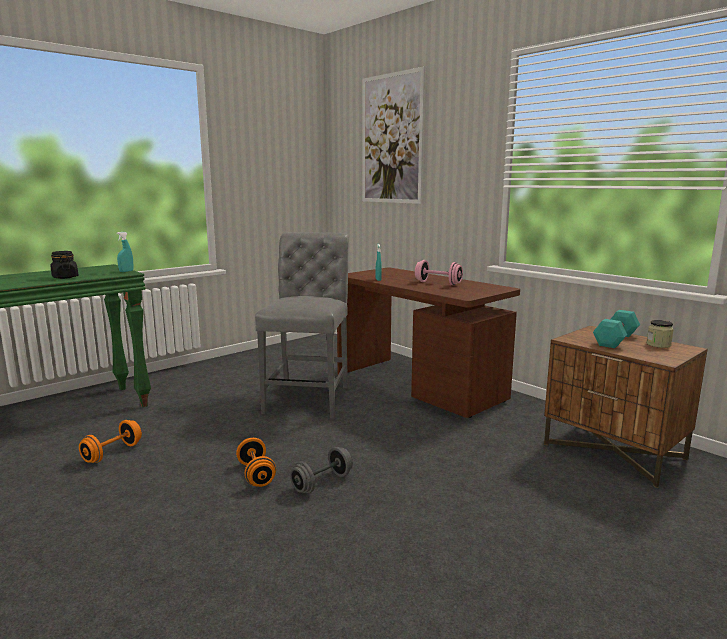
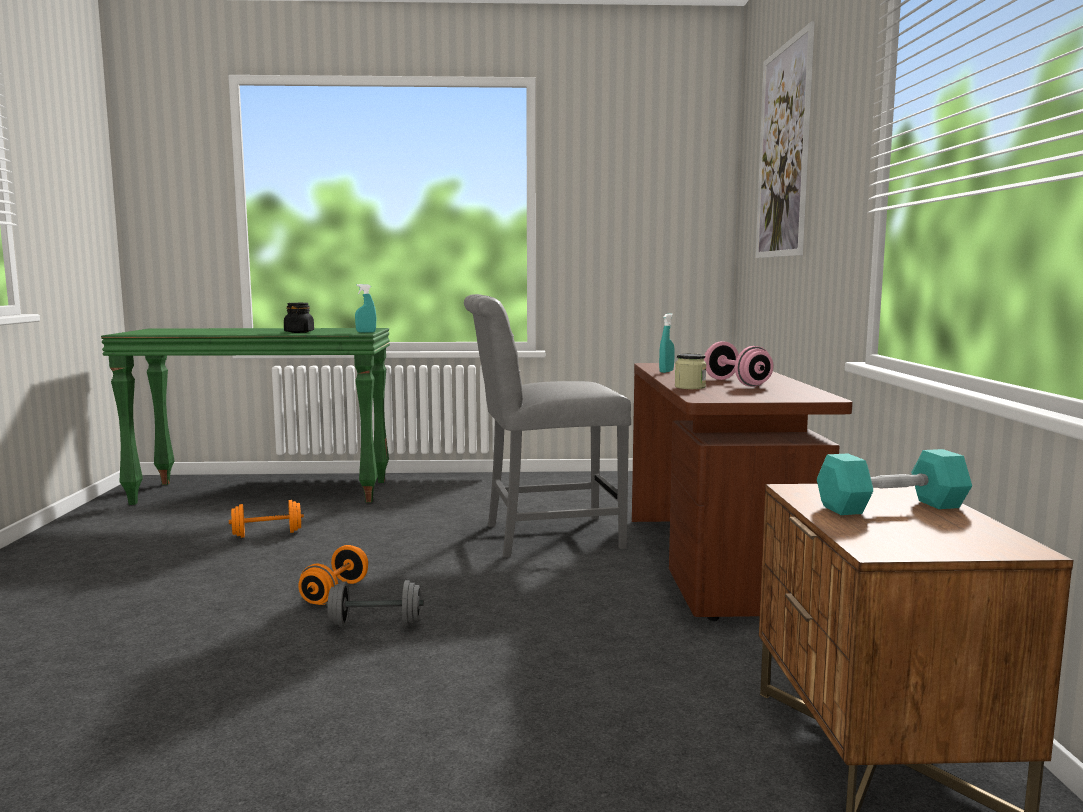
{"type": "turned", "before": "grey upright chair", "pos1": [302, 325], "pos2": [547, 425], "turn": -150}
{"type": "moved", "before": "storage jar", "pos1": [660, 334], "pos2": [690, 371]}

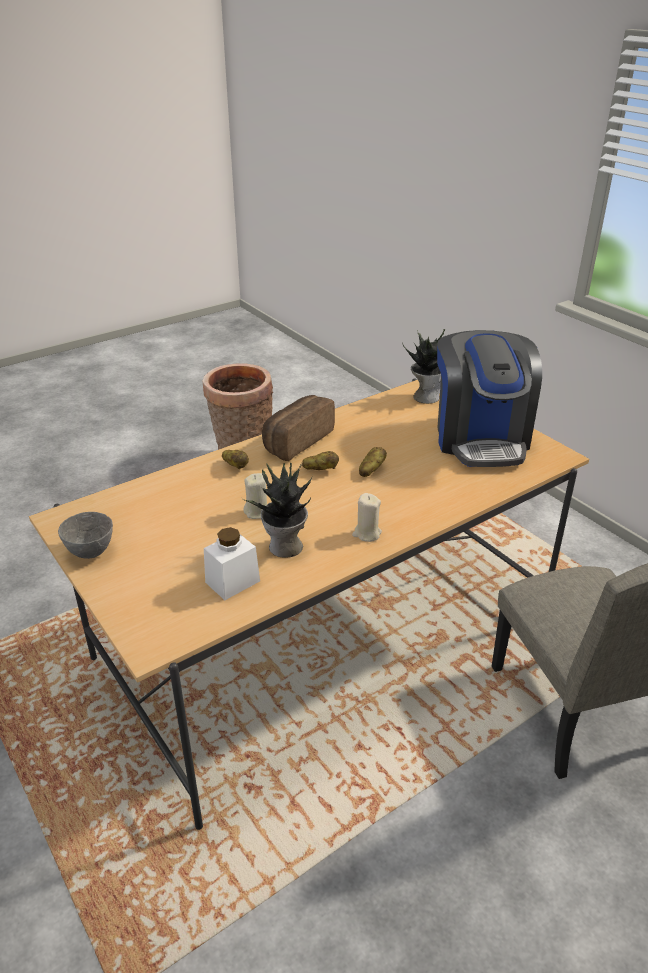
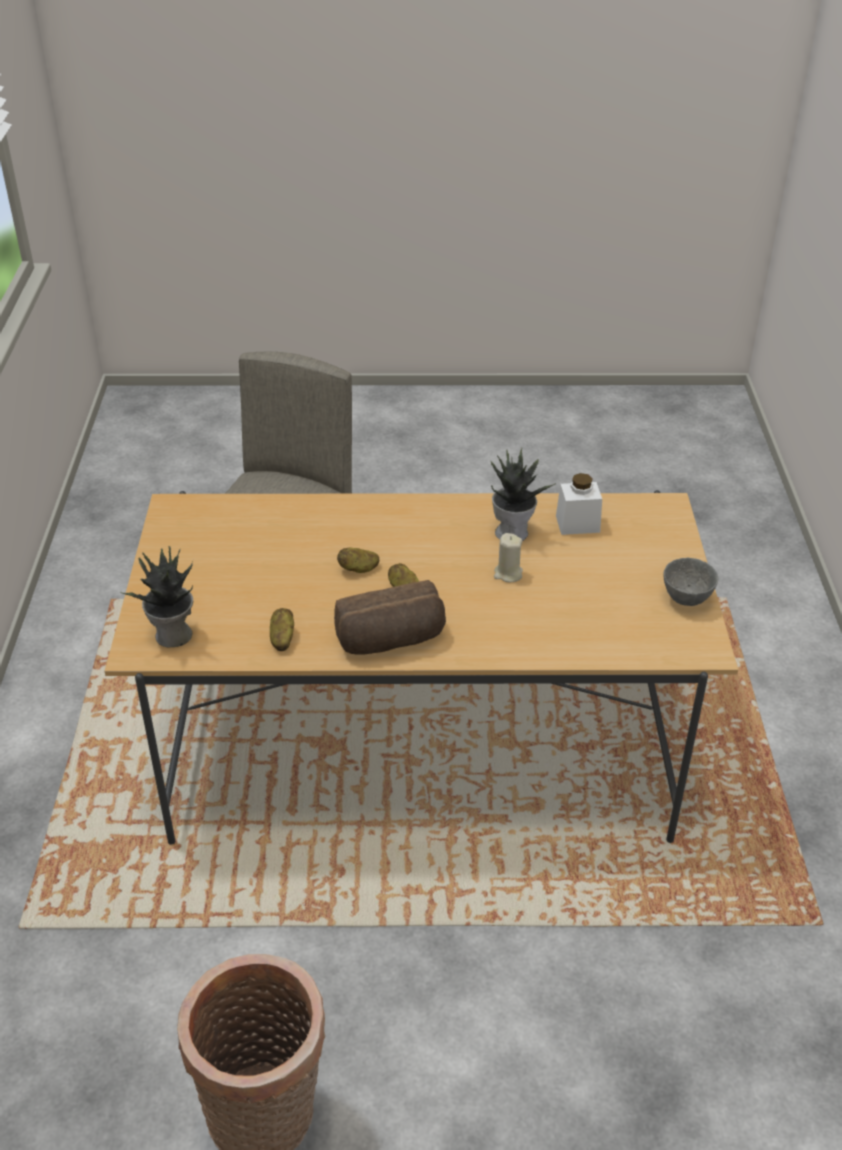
{"type": "removed", "before": "coffee maker", "pos1": [489, 398]}
{"type": "moved", "before": "spud", "pos1": [235, 459], "pos2": [282, 629]}
{"type": "removed", "before": "beige candle", "pos1": [367, 517]}

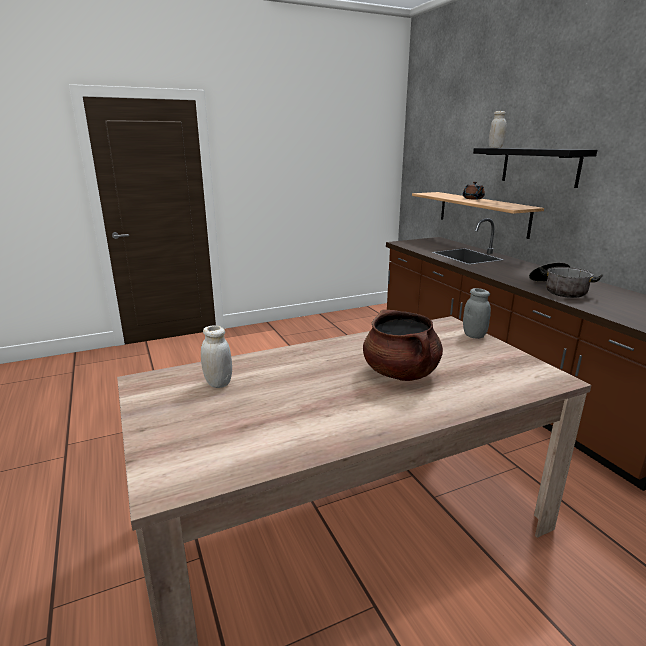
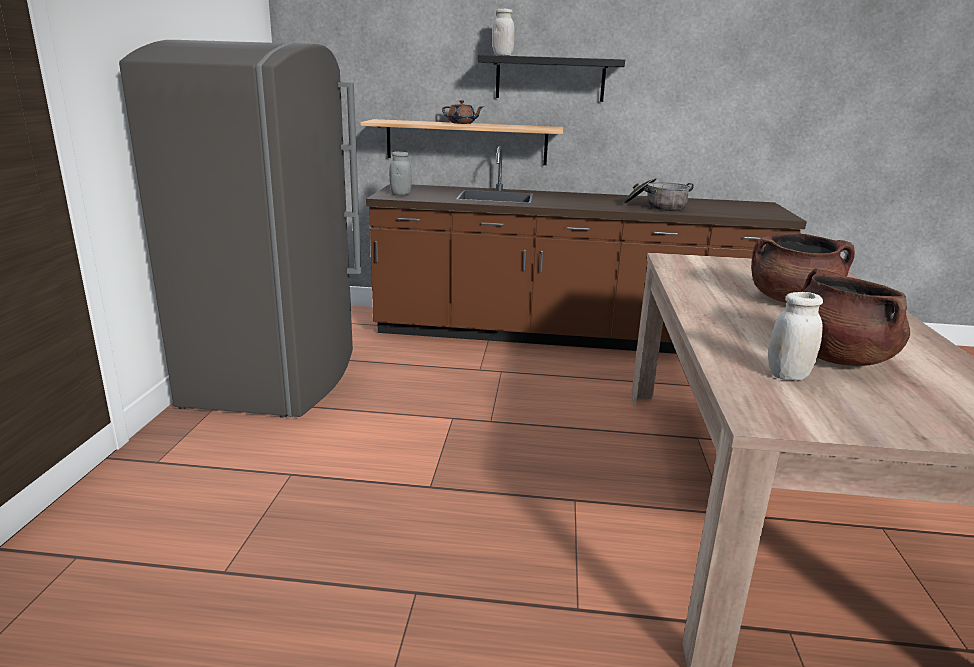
{"type": "moved", "before": "grey storage jar", "pos1": [477, 313], "pos2": [400, 173]}
{"type": "added", "after": "grey refrigerator", "pos2": [240, 229]}
{"type": "added", "after": "brown-coloured stockpot", "pos2": [856, 317]}

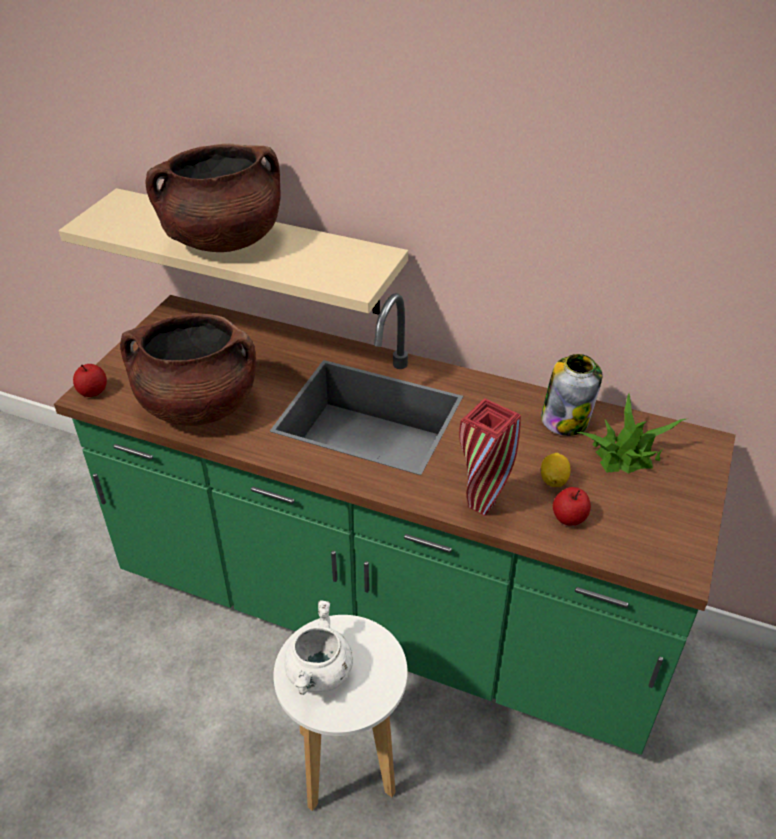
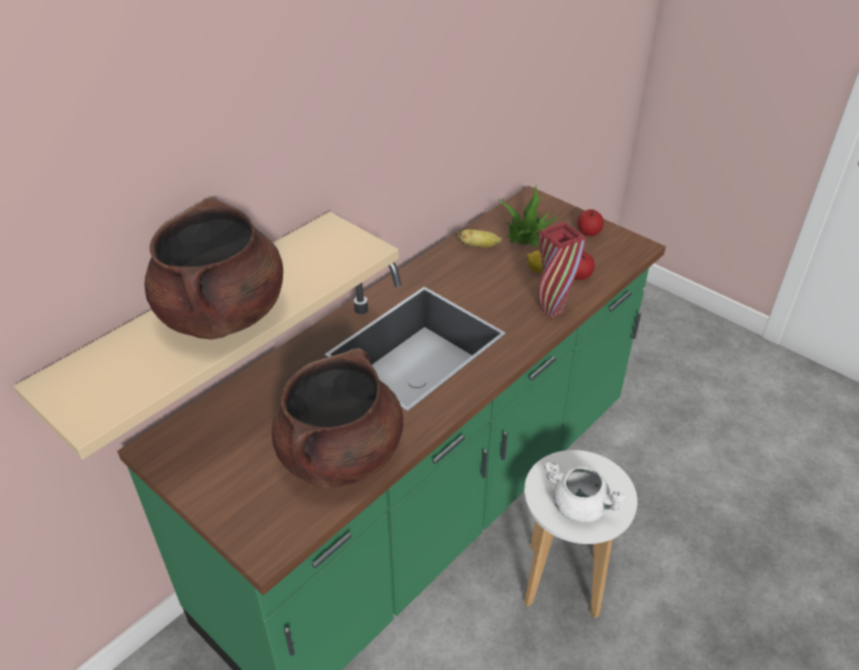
{"type": "replaced", "before": "storage jar", "after": "banana fruit", "pos1": [571, 395], "pos2": [479, 238]}
{"type": "moved", "before": "apple", "pos1": [90, 380], "pos2": [591, 222]}

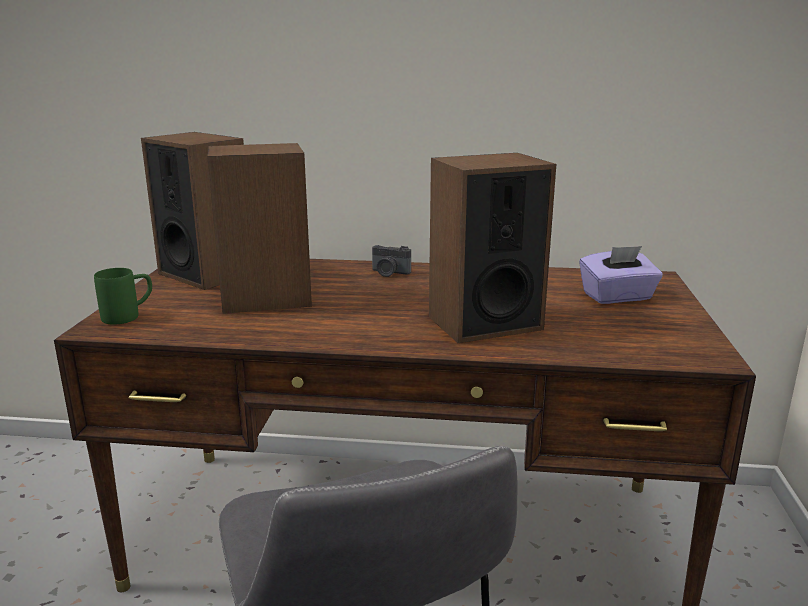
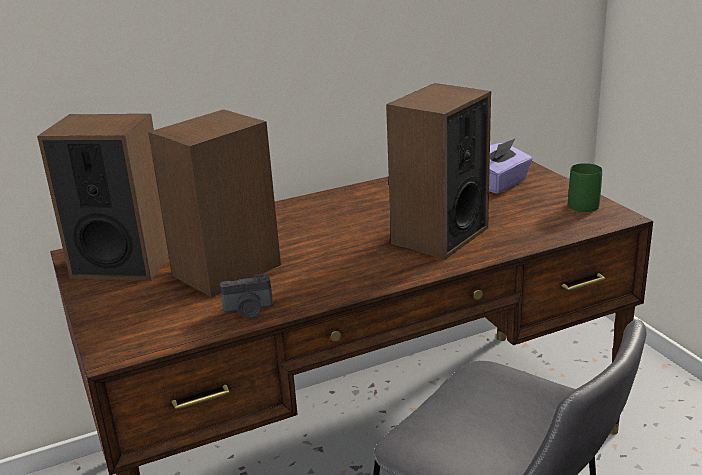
{"type": "moved", "before": "photo camera", "pos1": [391, 261], "pos2": [246, 296]}
{"type": "moved", "before": "greenish tea mug", "pos1": [123, 296], "pos2": [585, 187]}

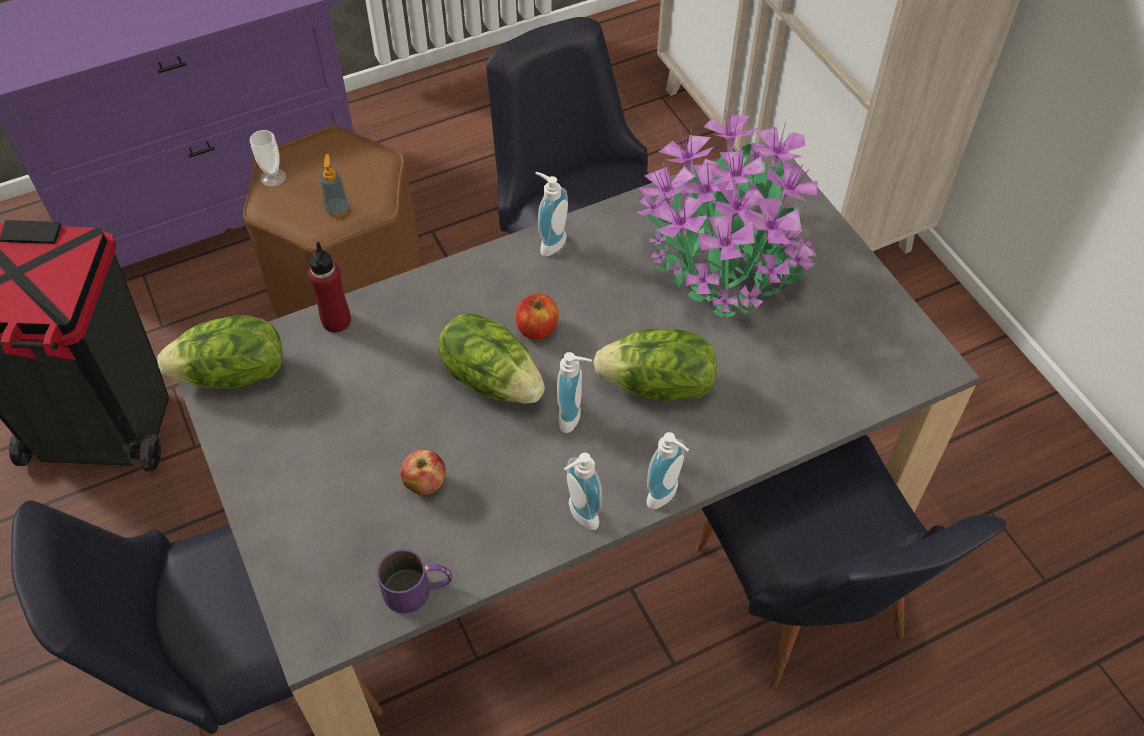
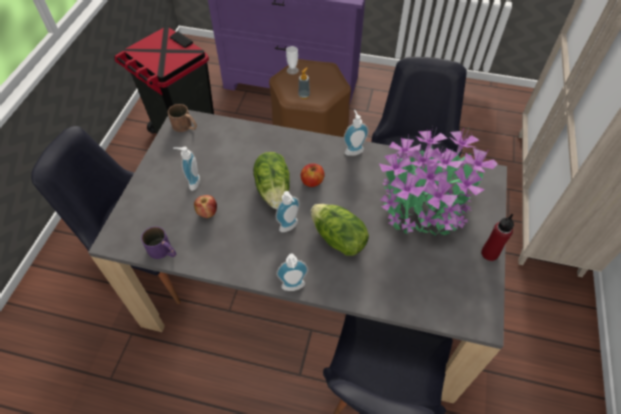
{"type": "moved", "before": "reddish bottle", "pos1": [329, 287], "pos2": [497, 237]}
{"type": "replaced", "before": "lettuce", "after": "brown-coloured tea mug", "pos1": [220, 352], "pos2": [182, 118]}
{"type": "moved", "before": "soap dispenser", "pos1": [583, 491], "pos2": [186, 169]}

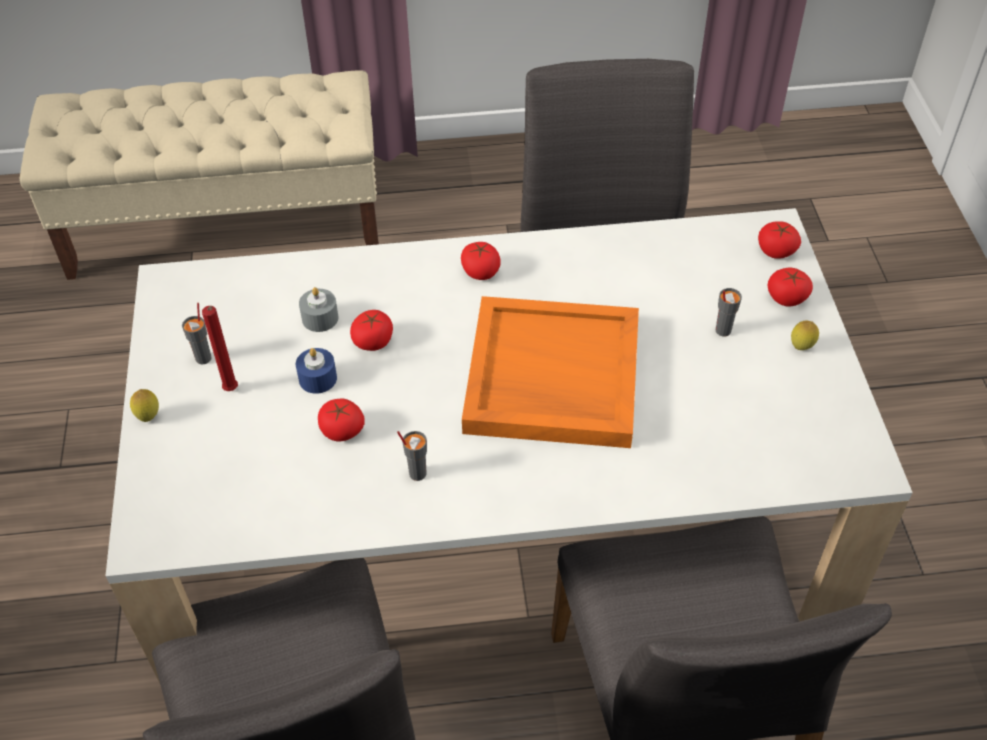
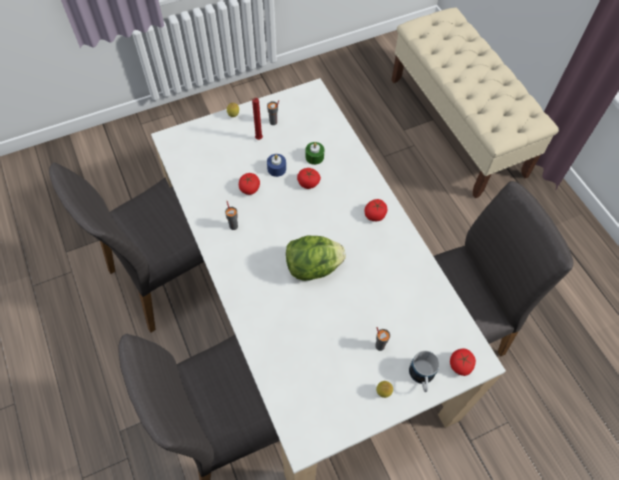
{"type": "replaced", "before": "fresh tomato", "after": "tea mug", "pos1": [790, 287], "pos2": [424, 371]}
{"type": "recoloured", "before": "grey candle", "after": "greenish candle", "pos1": [318, 309], "pos2": [314, 153]}
{"type": "replaced", "before": "orange serving tray", "after": "lettuce", "pos1": [550, 372], "pos2": [316, 258]}

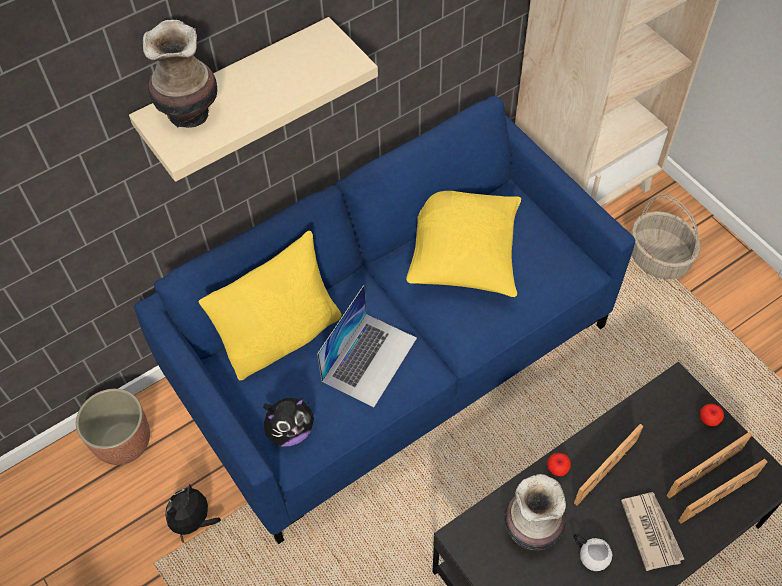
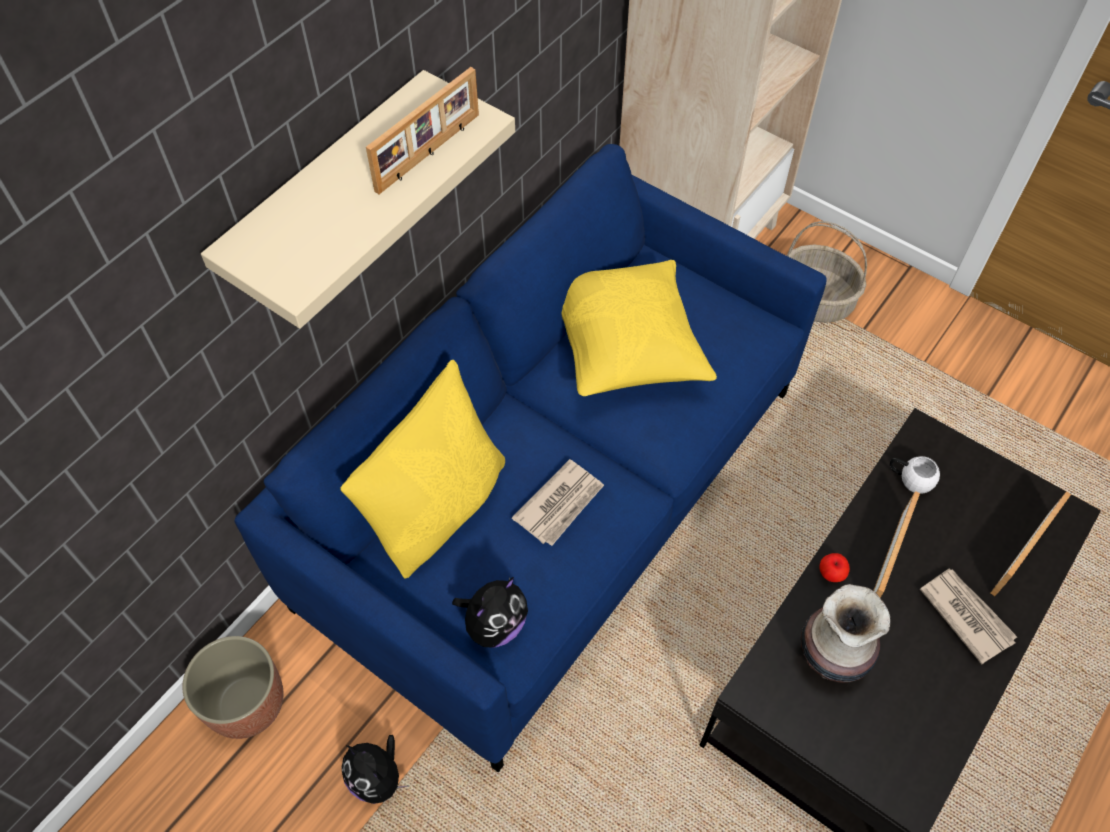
{"type": "removed", "before": "decorative vase", "pos1": [180, 74]}
{"type": "replaced", "before": "laptop", "after": "daily paper", "pos1": [367, 346], "pos2": [558, 502]}
{"type": "removed", "before": "apple", "pos1": [712, 415]}
{"type": "moved", "before": "photo frame", "pos1": [709, 465], "pos2": [422, 130]}
{"type": "turned", "before": "soft toy", "pos1": [193, 513], "pos2": [375, 769], "turn": -60}
{"type": "moved", "before": "white-coloured tea mug", "pos1": [593, 552], "pos2": [915, 474]}

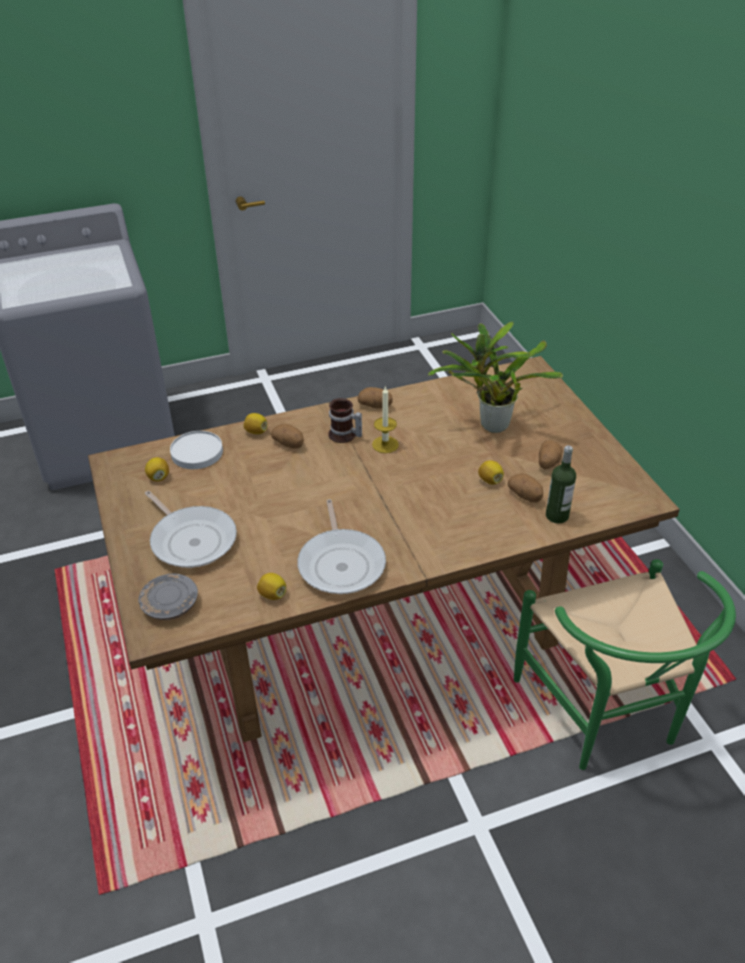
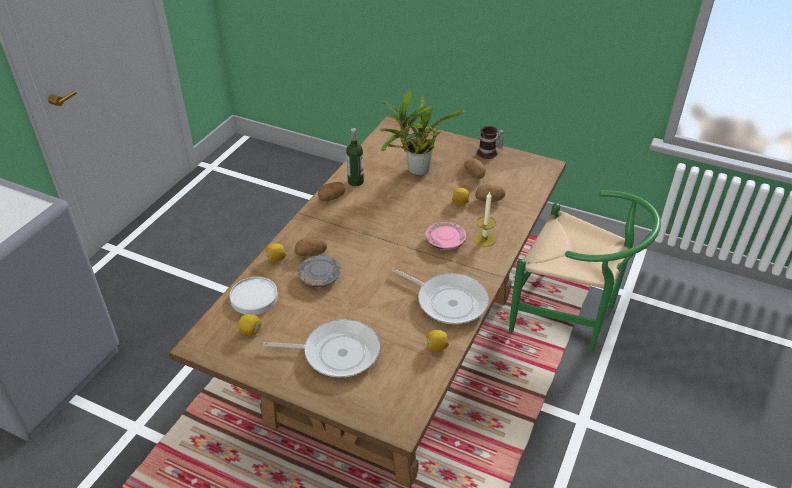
{"type": "moved", "before": "candle", "pos1": [385, 419], "pos2": [484, 219]}
{"type": "moved", "before": "tea mug", "pos1": [345, 420], "pos2": [490, 142]}
{"type": "moved", "before": "bottle", "pos1": [561, 484], "pos2": [355, 157]}
{"type": "moved", "before": "grey plate", "pos1": [168, 597], "pos2": [319, 271]}
{"type": "added", "after": "pinkish plate", "pos2": [445, 236]}

